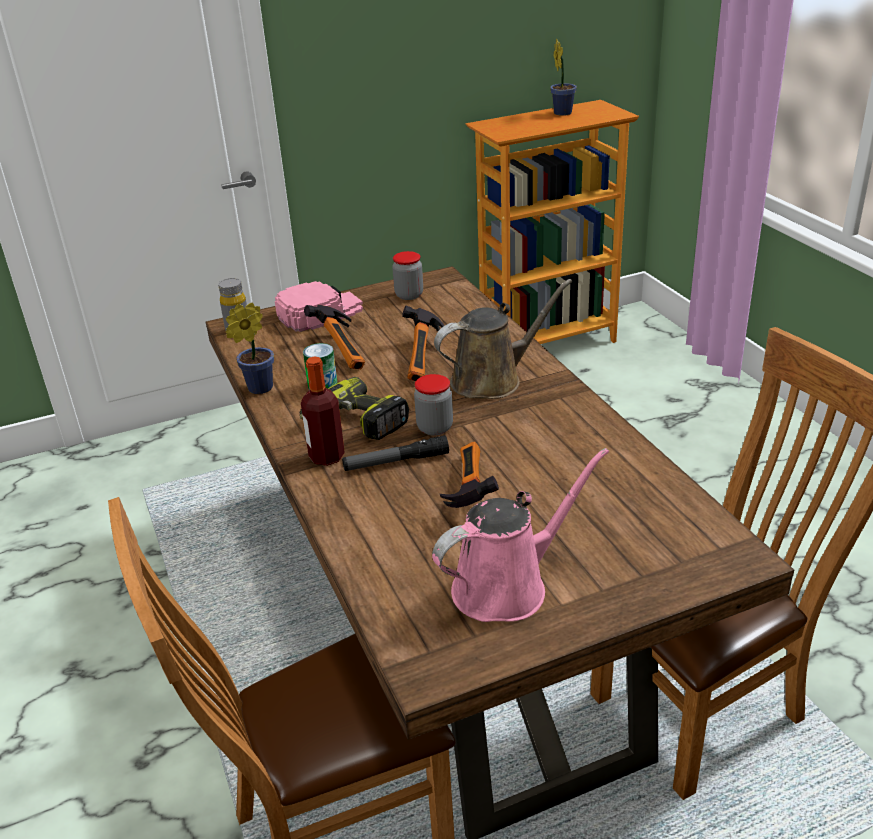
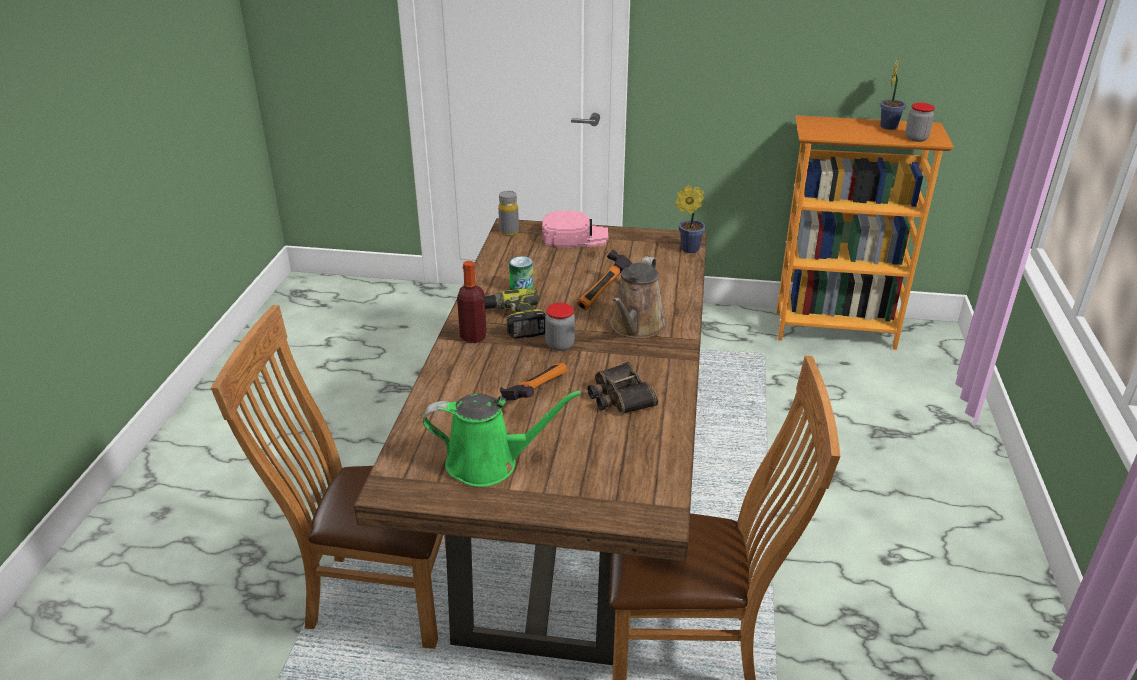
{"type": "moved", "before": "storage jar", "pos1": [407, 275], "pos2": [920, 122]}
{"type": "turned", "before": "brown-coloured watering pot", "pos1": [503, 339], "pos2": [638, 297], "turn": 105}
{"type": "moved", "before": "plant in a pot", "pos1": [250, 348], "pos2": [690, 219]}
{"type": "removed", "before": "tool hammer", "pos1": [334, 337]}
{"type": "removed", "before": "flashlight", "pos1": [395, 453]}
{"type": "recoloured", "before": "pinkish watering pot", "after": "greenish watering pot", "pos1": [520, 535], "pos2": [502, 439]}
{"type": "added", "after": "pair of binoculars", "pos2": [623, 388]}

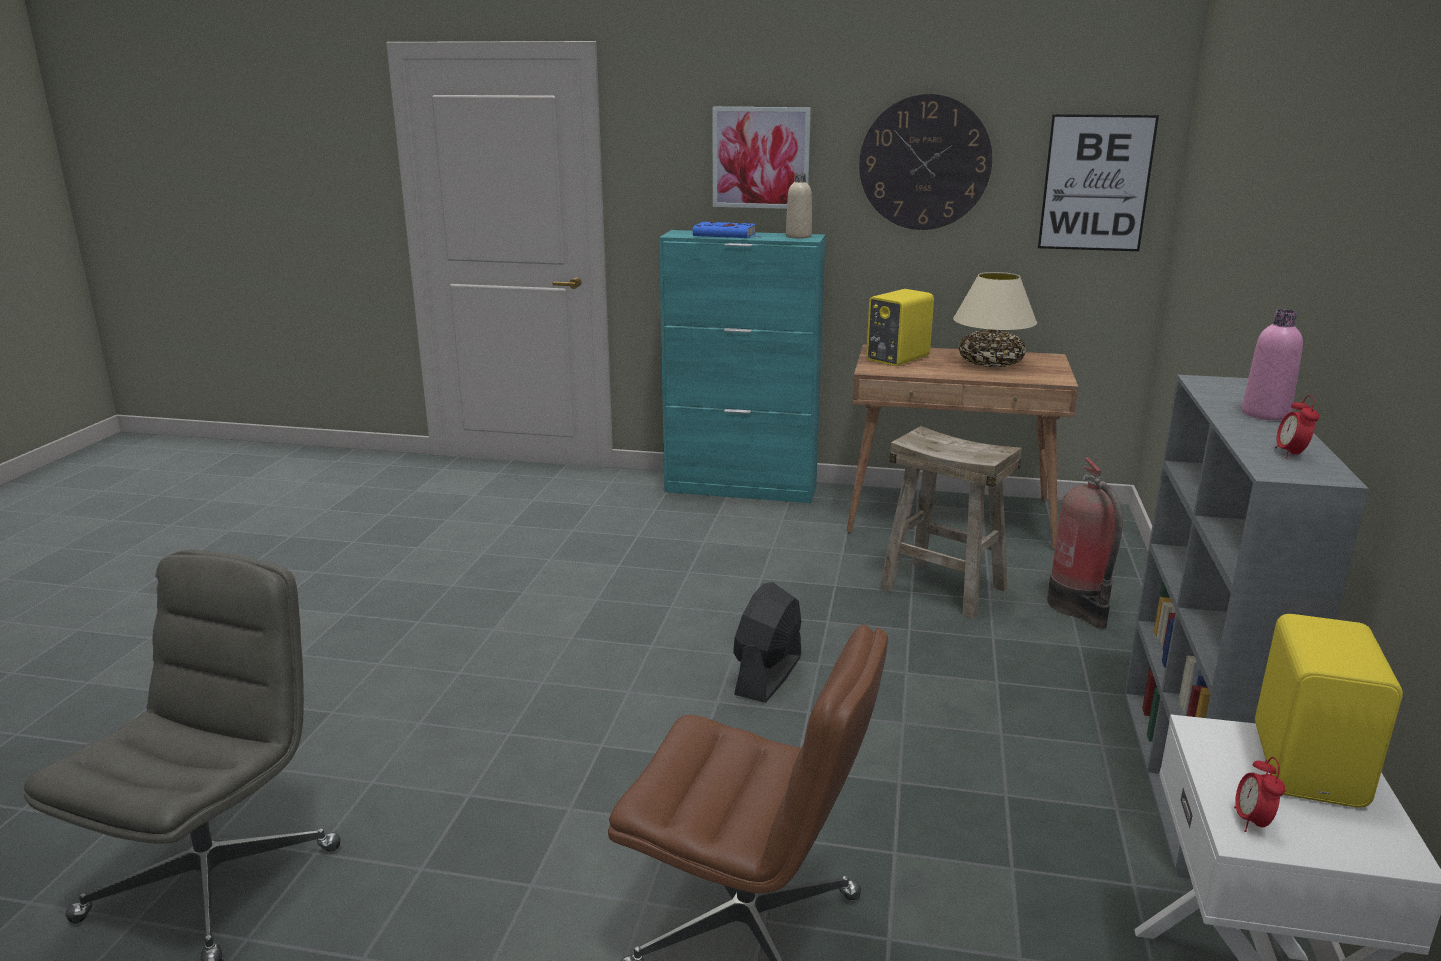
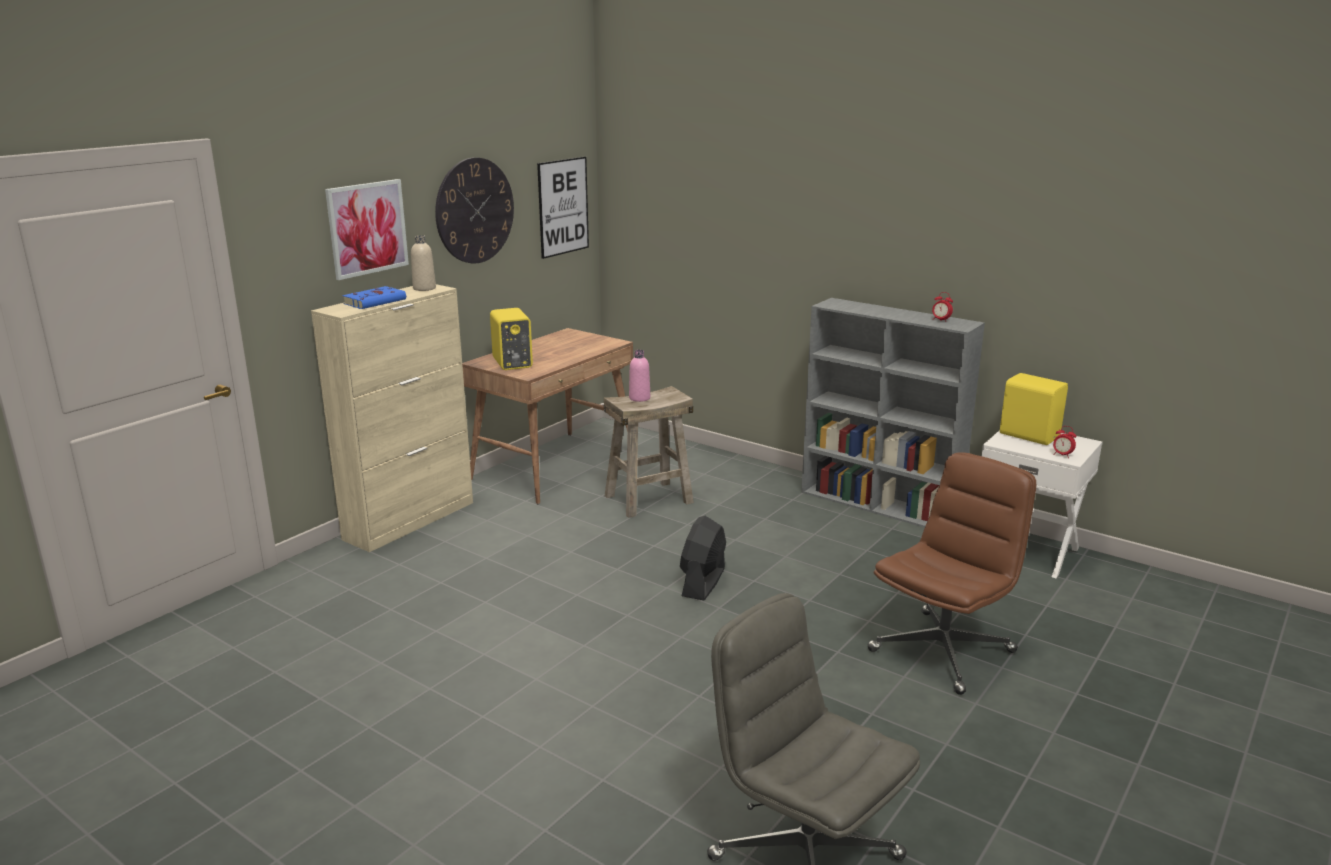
{"type": "recoloured", "before": "blue-green cupboard", "after": "beige cupboard", "pos1": [742, 366], "pos2": [392, 418]}
{"type": "removed", "before": "beige tabletop lamp", "pos1": [995, 319]}
{"type": "moved", "before": "pinkish bottle", "pos1": [1272, 364], "pos2": [639, 376]}
{"type": "removed", "before": "fire extinguisher", "pos1": [1085, 543]}
{"type": "turned", "before": "black cooling fan", "pos1": [767, 642], "pos2": [703, 558], "turn": 60}

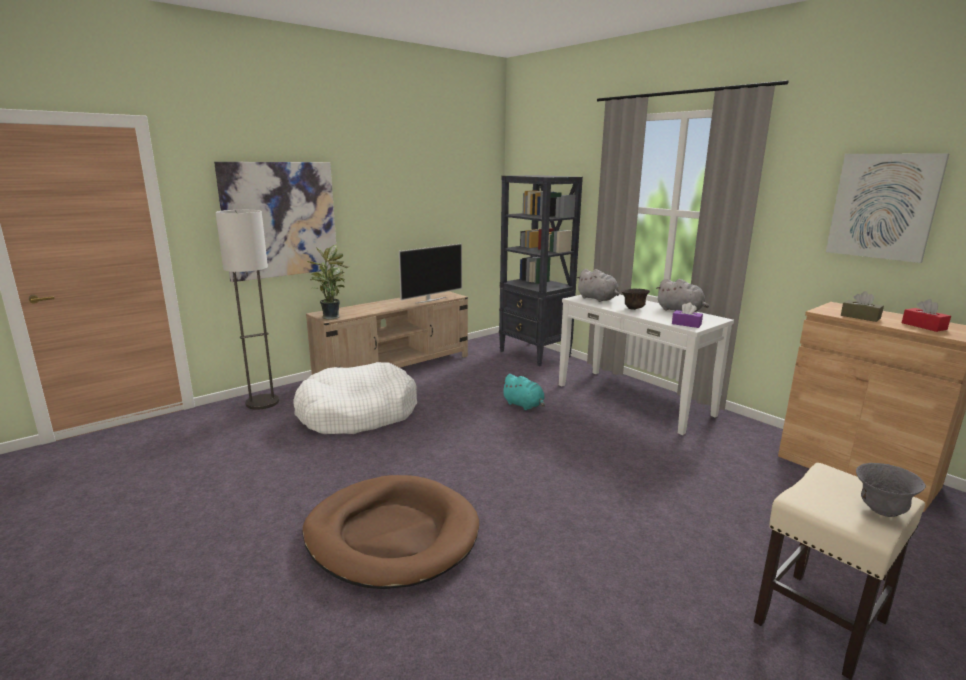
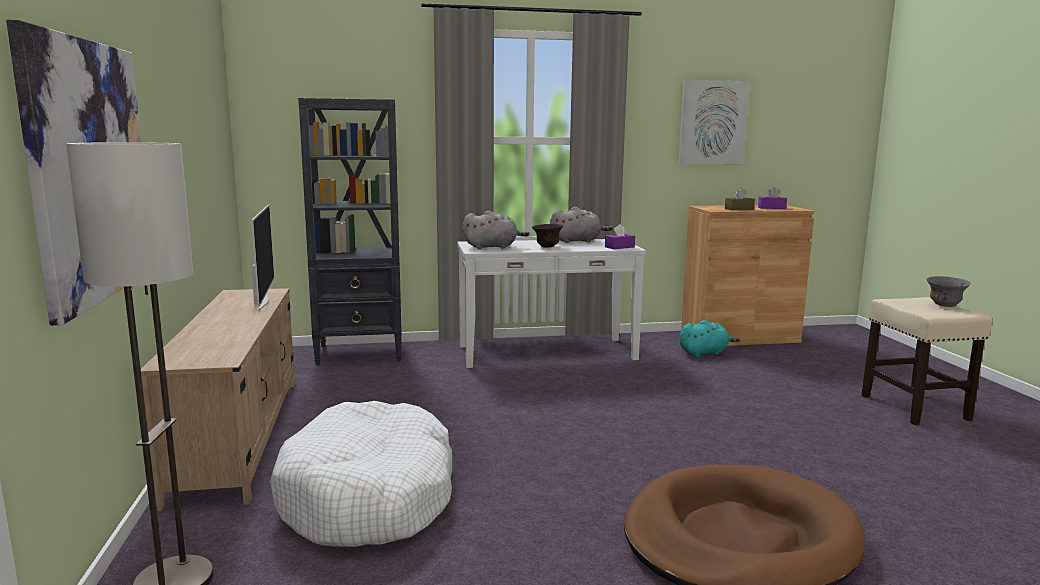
{"type": "removed", "before": "plant in a pot", "pos1": [327, 282]}
{"type": "recoloured", "before": "reddish tissue box", "after": "purplish tissue box", "pos1": [926, 315], "pos2": [772, 198]}
{"type": "moved", "before": "blue-green soft toy", "pos1": [523, 392], "pos2": [709, 338]}

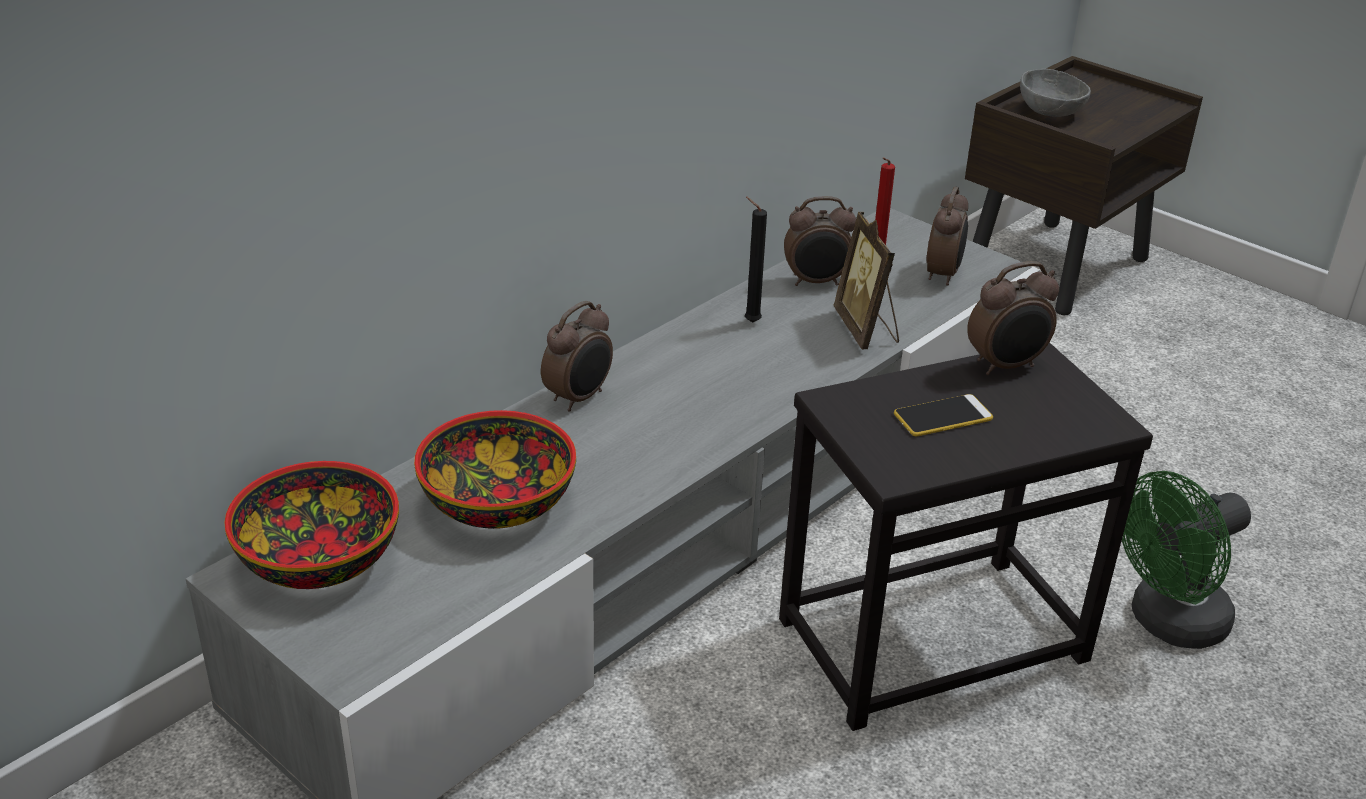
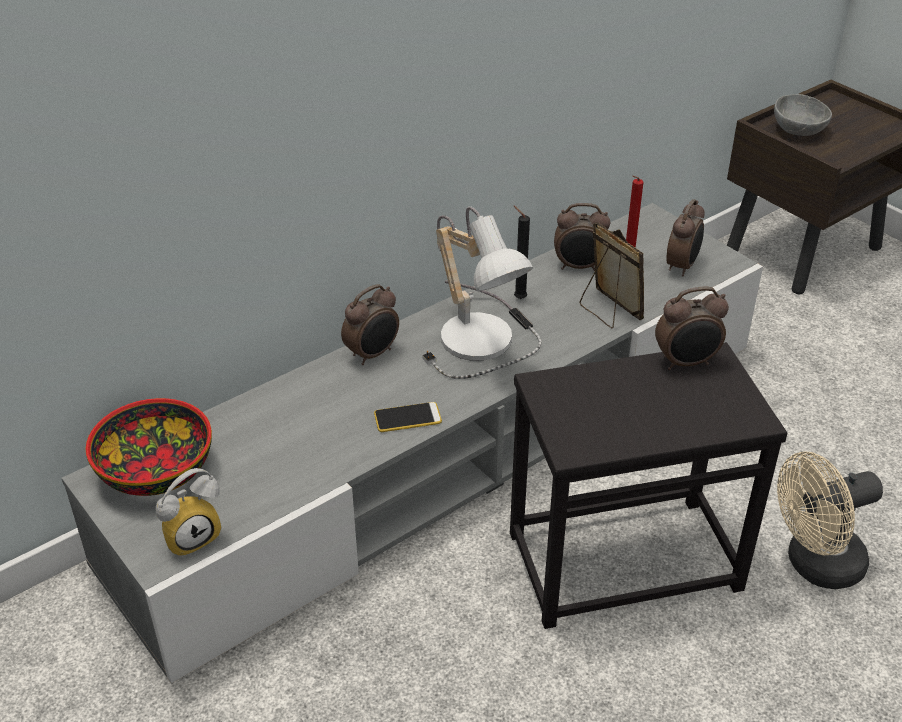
{"type": "turned", "before": "photo frame", "pos1": [866, 281], "pos2": [611, 275], "turn": 150}
{"type": "moved", "before": "handset", "pos1": [943, 415], "pos2": [408, 417]}
{"type": "removed", "before": "deep dish", "pos1": [495, 469]}
{"type": "recoloured", "before": "greenish cooling fan", "after": "beige cooling fan", "pos1": [1186, 560], "pos2": [830, 520]}
{"type": "added", "after": "tabletop lamp", "pos2": [482, 292]}
{"type": "added", "after": "table clock", "pos2": [188, 513]}

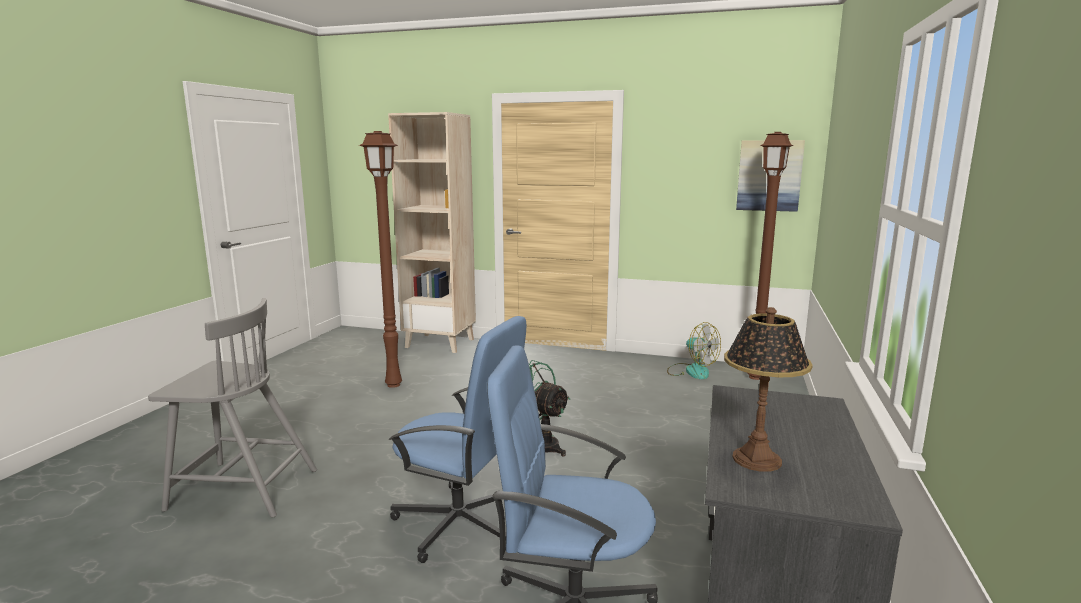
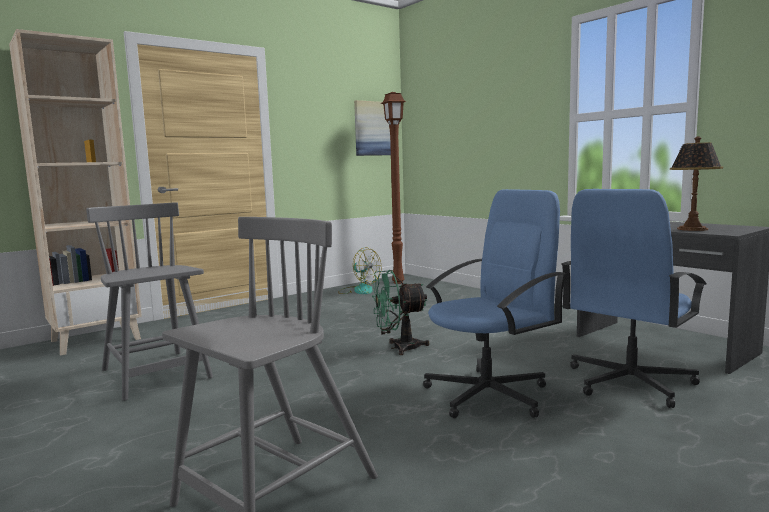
{"type": "replaced", "before": "brown-coloured standing lamp", "after": "grey upright chair", "pos1": [380, 259], "pos2": [149, 301]}
{"type": "turned", "before": "cooling fan", "pos1": [694, 350], "pos2": [360, 270], "turn": 45}

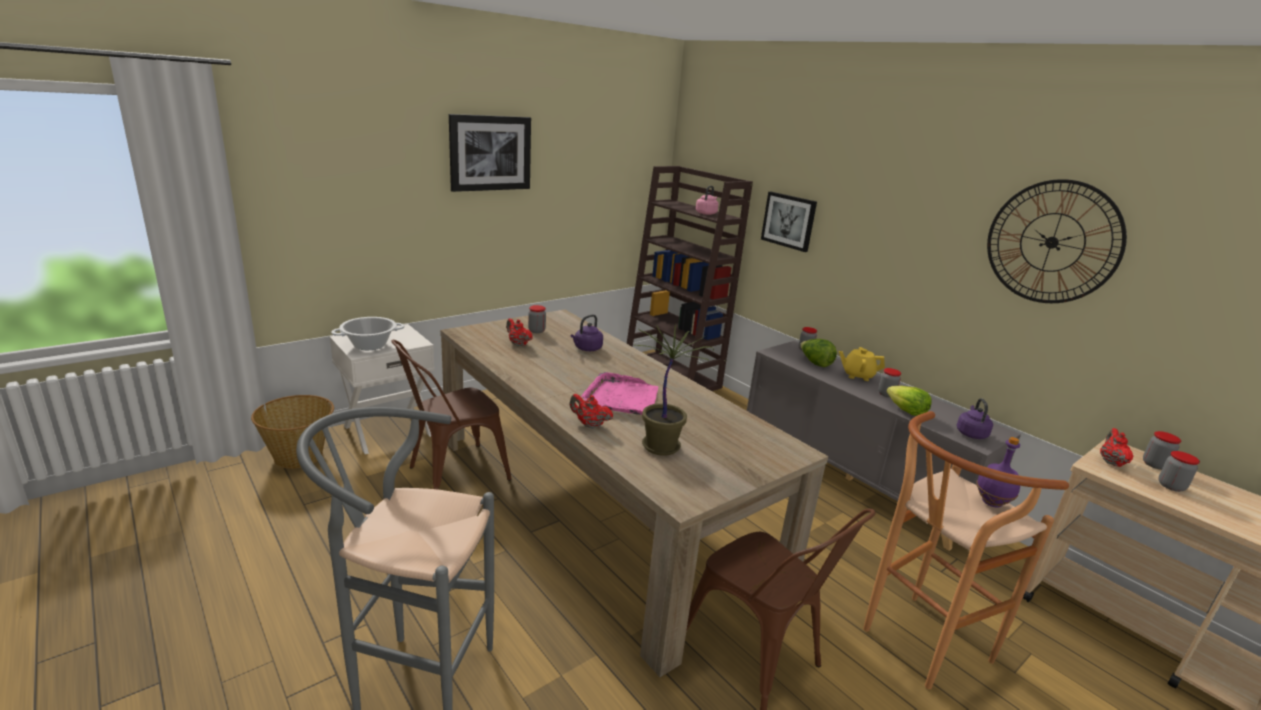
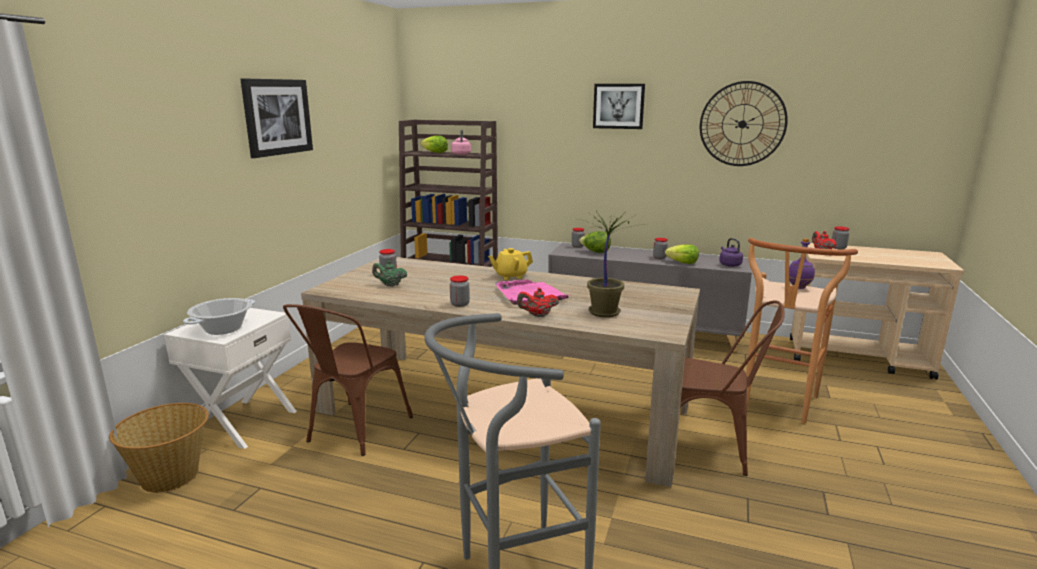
{"type": "moved", "before": "wall art", "pos1": [789, 222], "pos2": [619, 106]}
{"type": "removed", "before": "purplish tea kettle", "pos1": [586, 332]}
{"type": "recoloured", "before": "reddish pot for tea", "after": "greenish pot for tea", "pos1": [519, 332], "pos2": [389, 274]}
{"type": "moved", "before": "yellowish pot for tea", "pos1": [862, 364], "pos2": [510, 264]}
{"type": "moved", "before": "storage jar", "pos1": [1179, 471], "pos2": [460, 291]}
{"type": "added", "after": "lettuce", "pos2": [434, 144]}

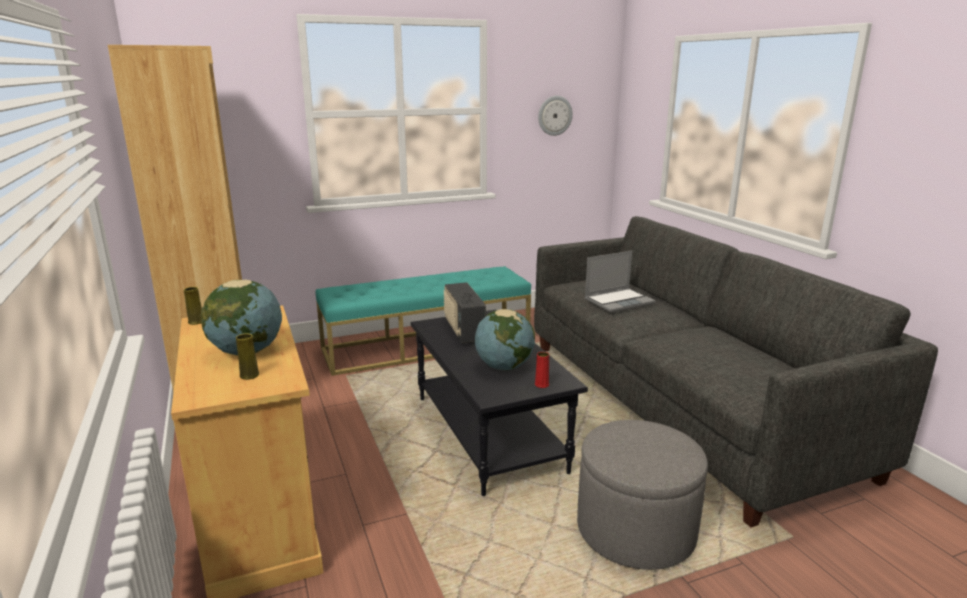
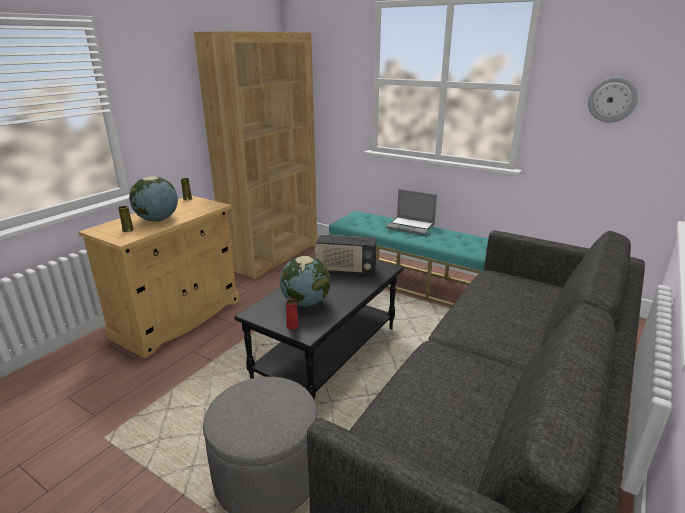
{"type": "moved", "before": "laptop", "pos1": [620, 282], "pos2": [411, 212]}
{"type": "turned", "before": "radio receiver", "pos1": [465, 313], "pos2": [346, 255], "turn": -120}

